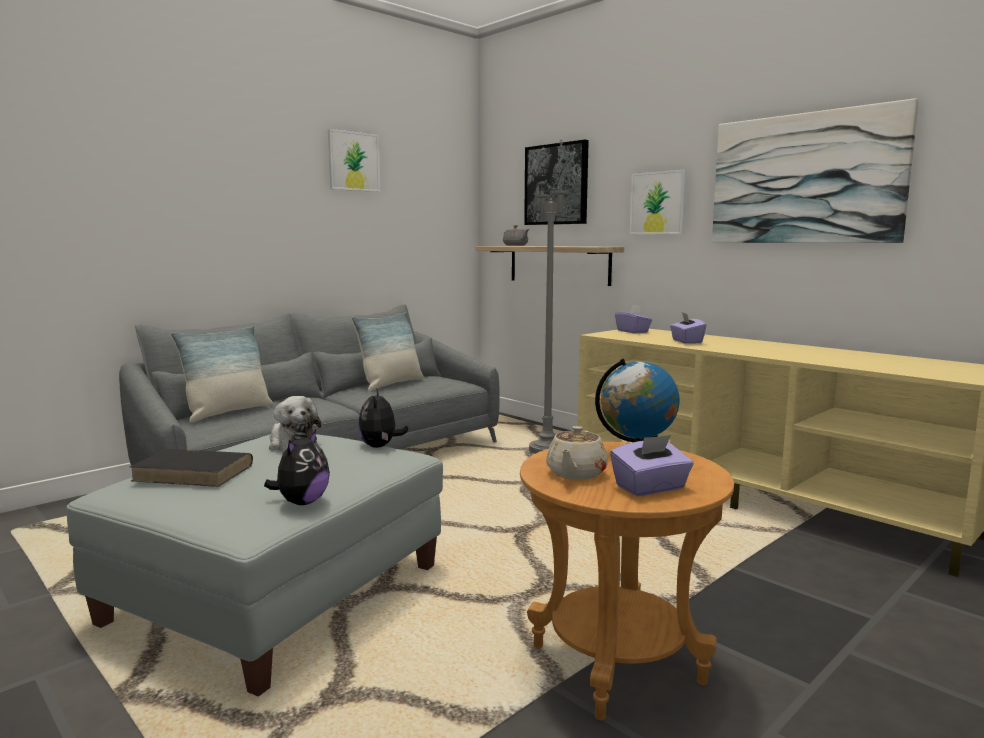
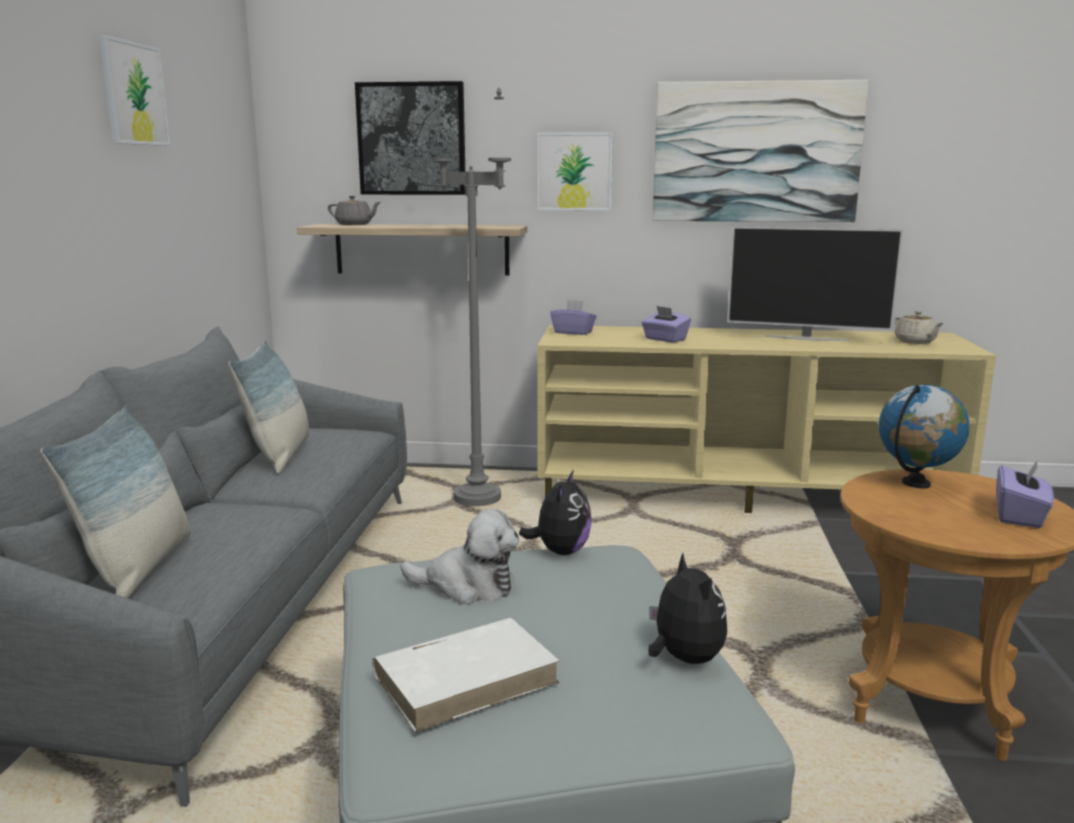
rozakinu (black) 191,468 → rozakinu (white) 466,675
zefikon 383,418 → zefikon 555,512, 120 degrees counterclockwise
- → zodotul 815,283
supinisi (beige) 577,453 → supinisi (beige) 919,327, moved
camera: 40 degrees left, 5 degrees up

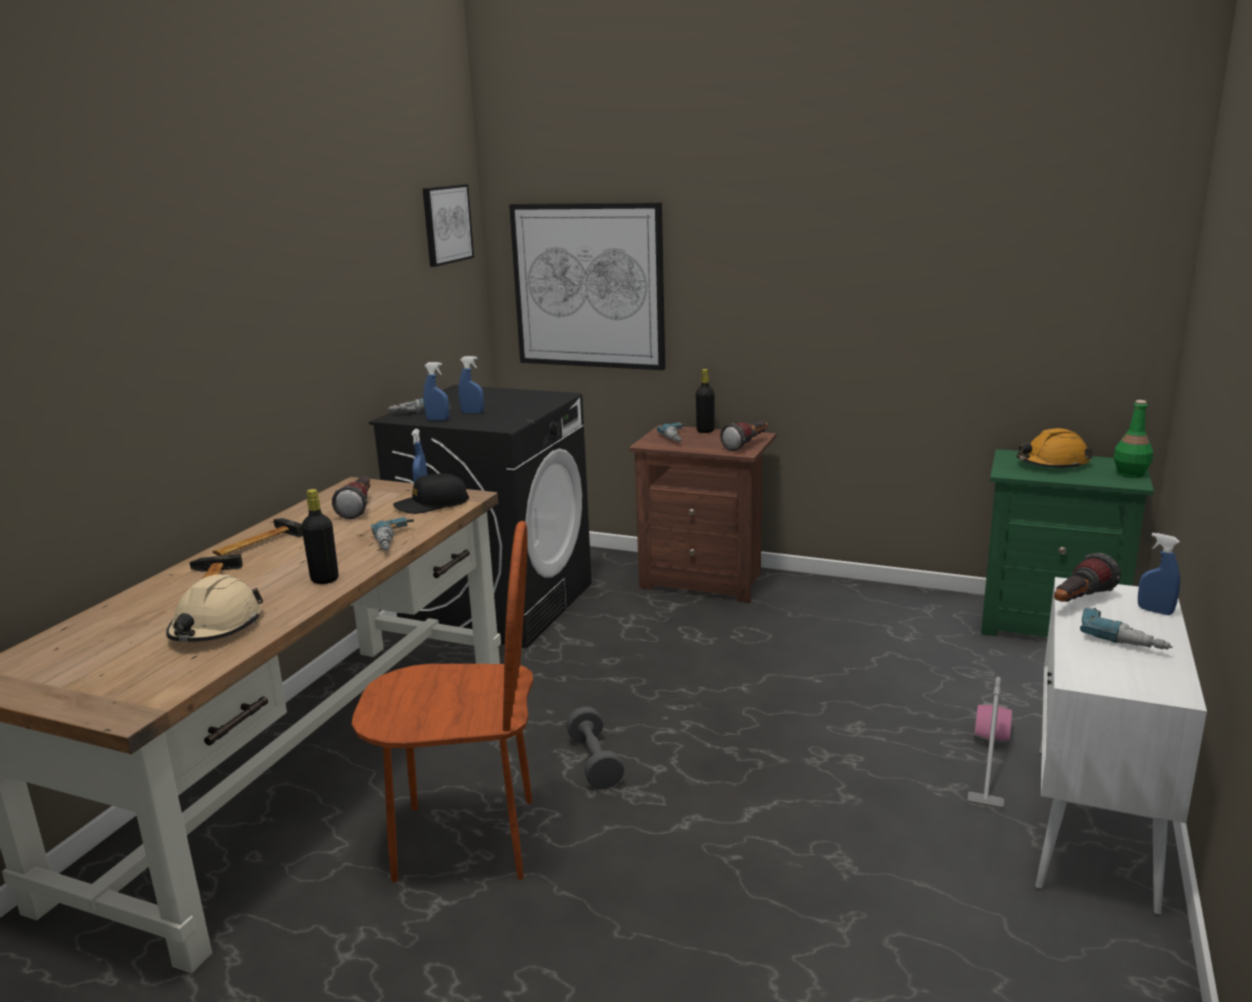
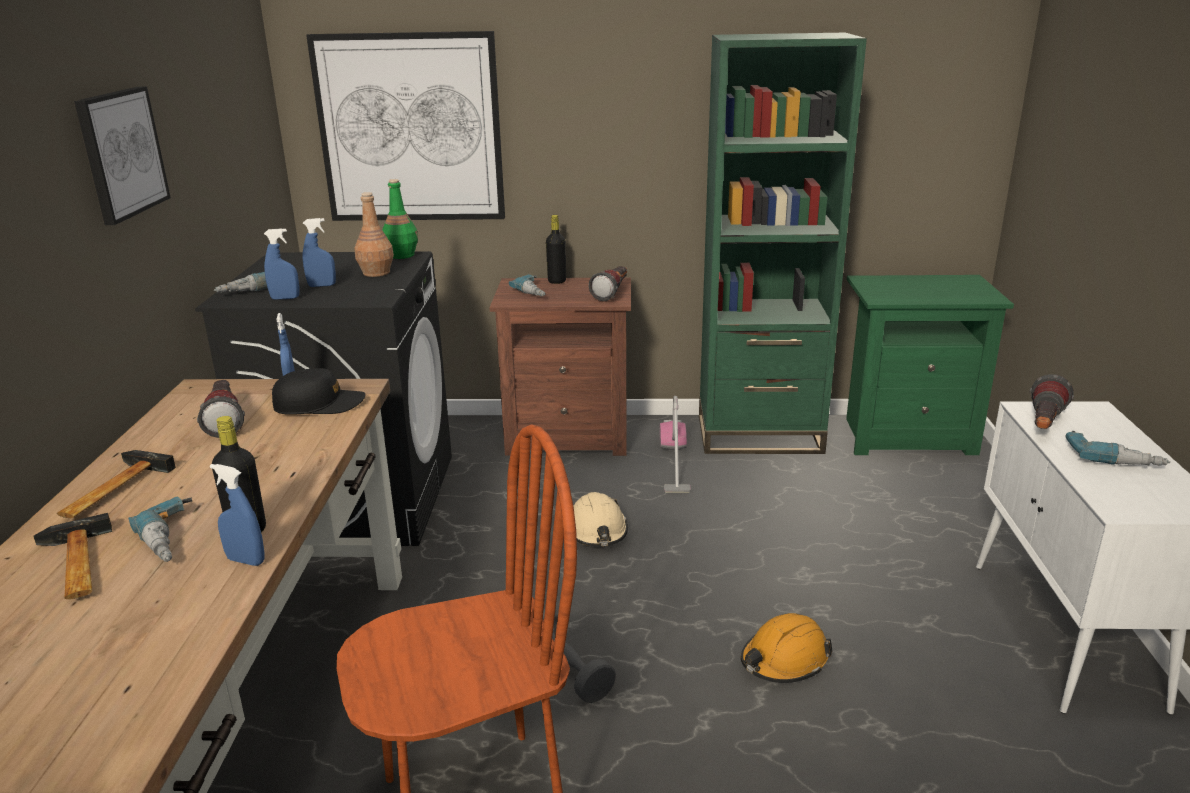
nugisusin 448,225 → nugisusin 122,156, moved
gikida 392,534 → gikida 160,529, moved
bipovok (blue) 1159,574 → bipovok (blue) 237,515, moved
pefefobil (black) 431,493 → pefefobil (black) 318,391, 150 degrees counterclockwise
- → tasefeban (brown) 374,234
tasefeban (green) 1133,439 → tasefeban (green) 400,219, moved
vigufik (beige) 214,608 → vigufik (beige) 601,519, moved
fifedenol 989,743 → fifedenol 675,444, moved
- → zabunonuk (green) 783,243
vigufik (orange) 1054,449 → vigufik (orange) 786,648, moved
camera: 20 degrees left, 5 degrees up

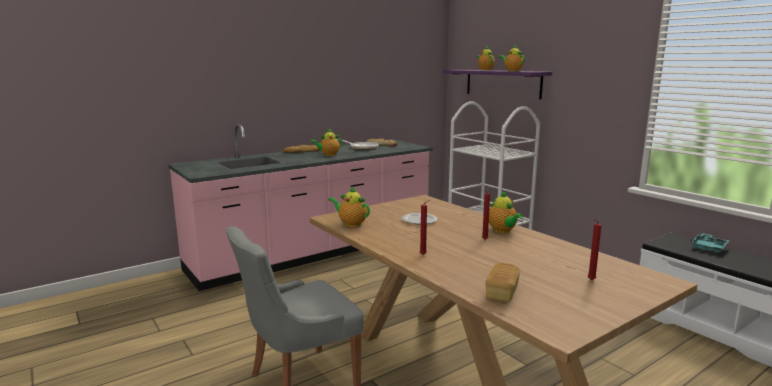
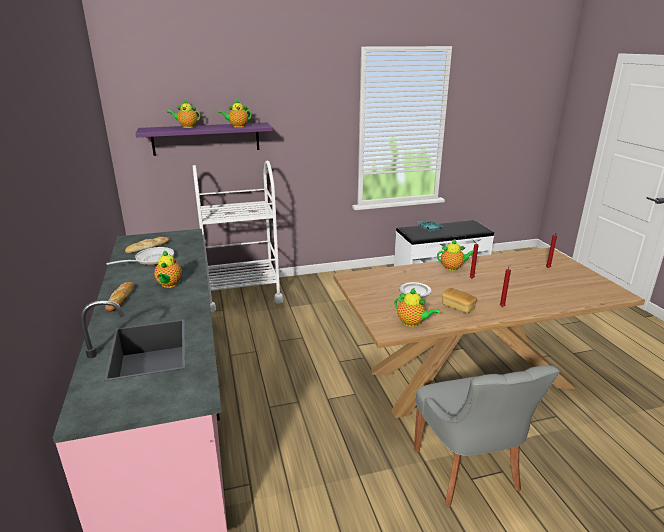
supinisi 349,206 → supinisi 417,307, 105 degrees counterclockwise
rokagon 502,282 → rokagon 459,300, moved
camera: 70 degrees left, 10 degrees up

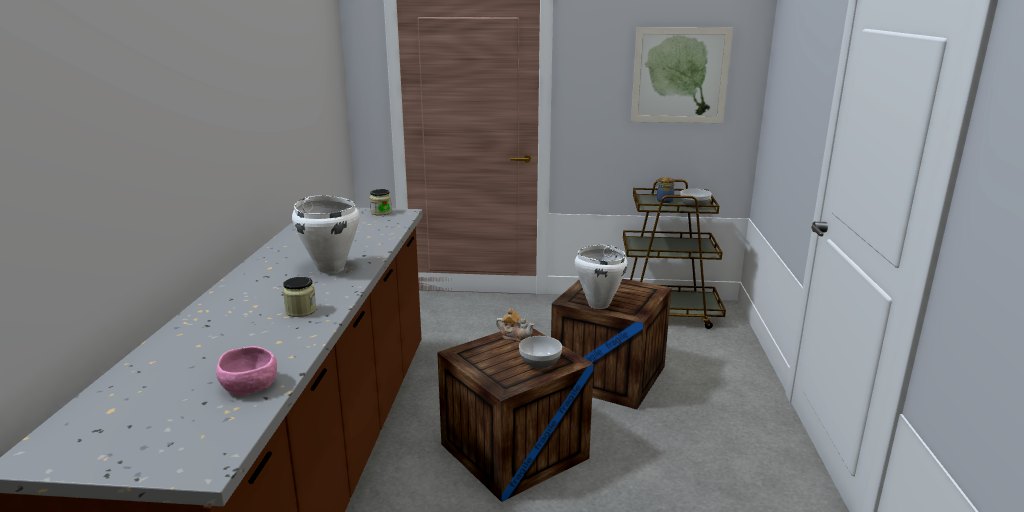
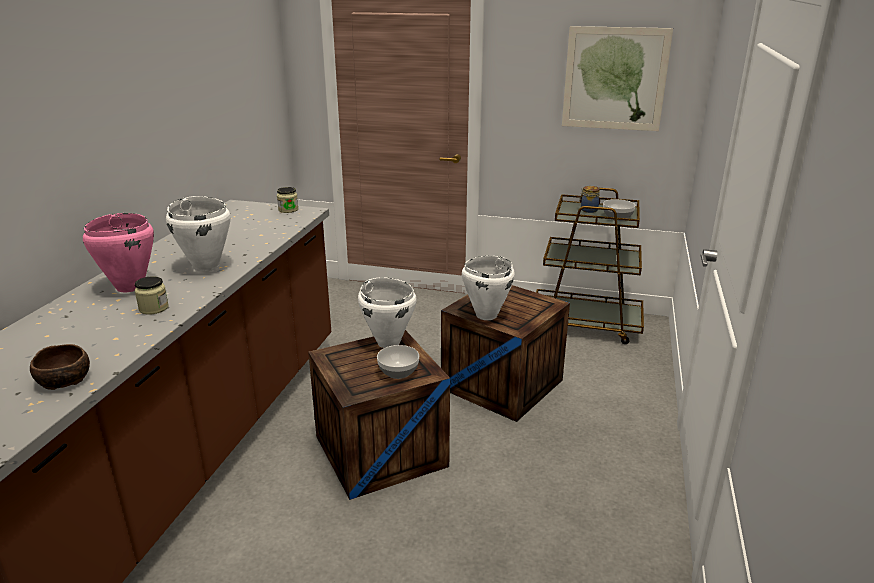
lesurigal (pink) 246,371 → lesurigal (brown) 60,367
- → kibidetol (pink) 118,252
supinisi 515,325 → kibidetol (white) 387,312
camera: 10 degrees right, 5 degrees up

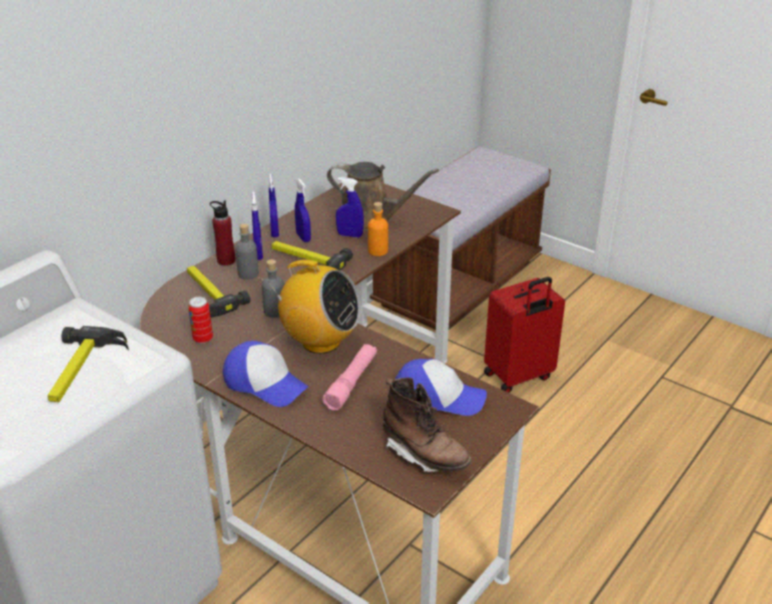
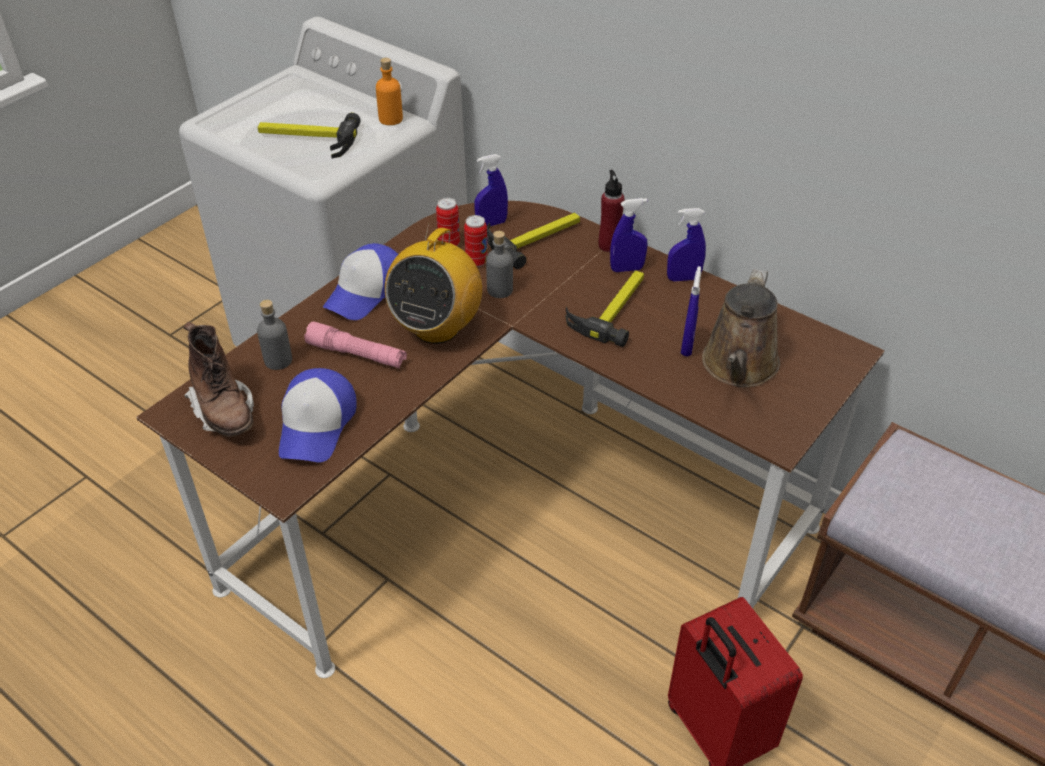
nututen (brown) 427,425 → nututen (brown) 218,379, 75 degrees counterclockwise
tasefeban (grey) 247,251 → tasefeban (grey) 274,335, moved
tasefeban (orange) 378,229 → tasefeban (orange) 389,91, moved
- → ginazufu 476,241
bipovok (blue) 303,210 → bipovok (blue) 491,190, moved
camera: 90 degrees right, 10 degrees up

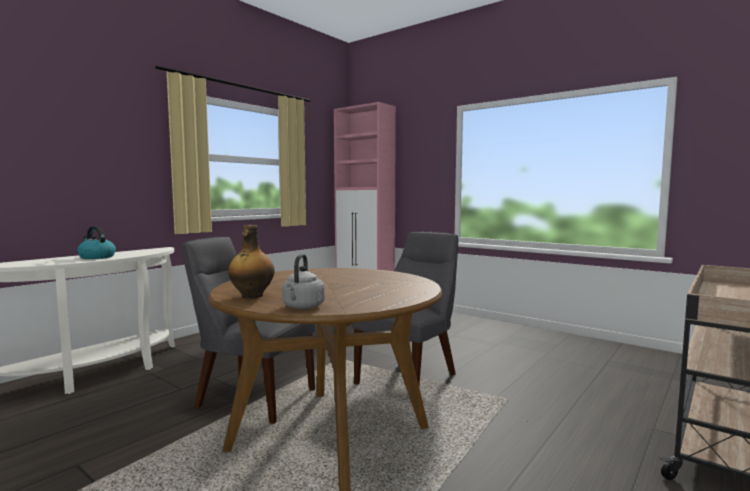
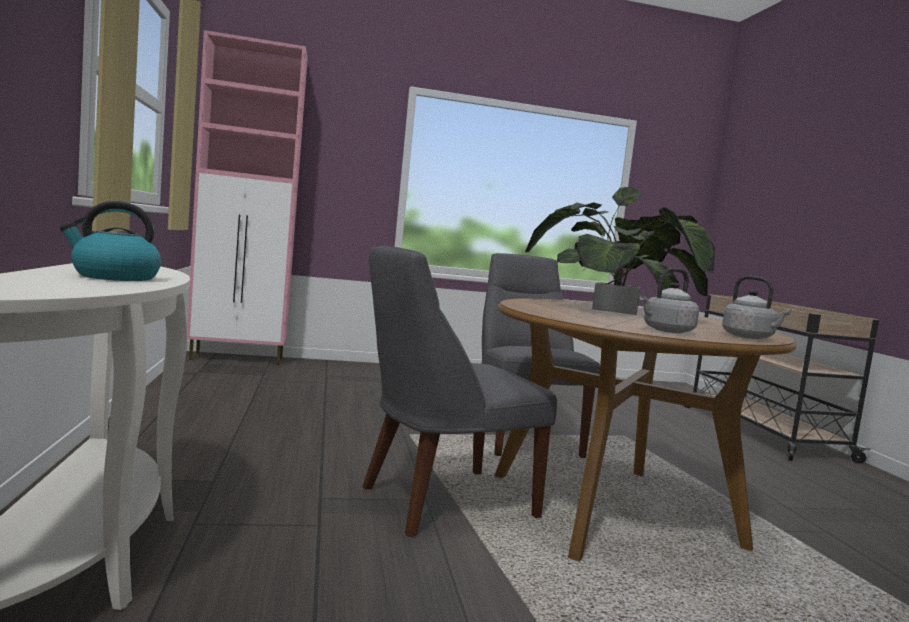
- → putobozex 620,251
tasefeban 251,262 → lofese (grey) 669,300
camera: 50 degrees left, 0 degrees up

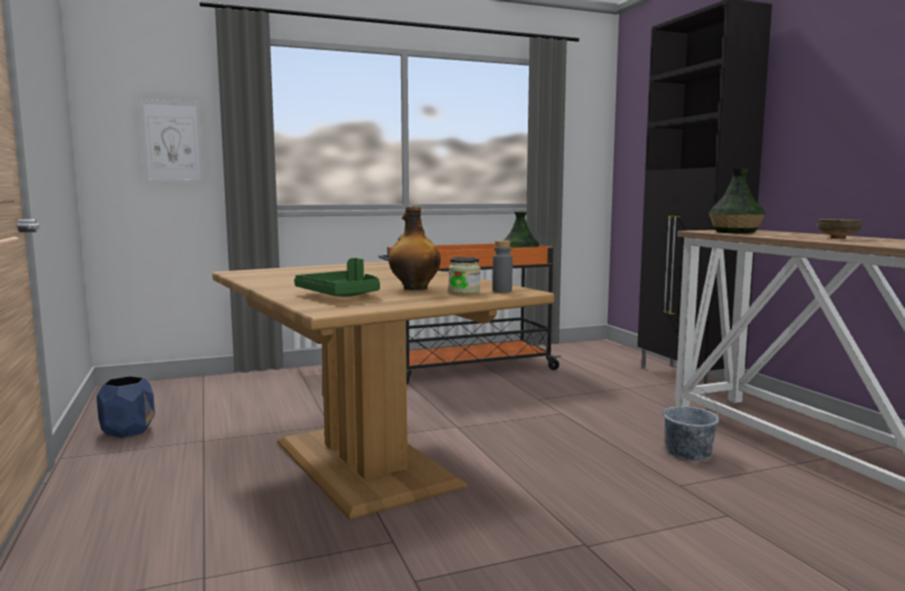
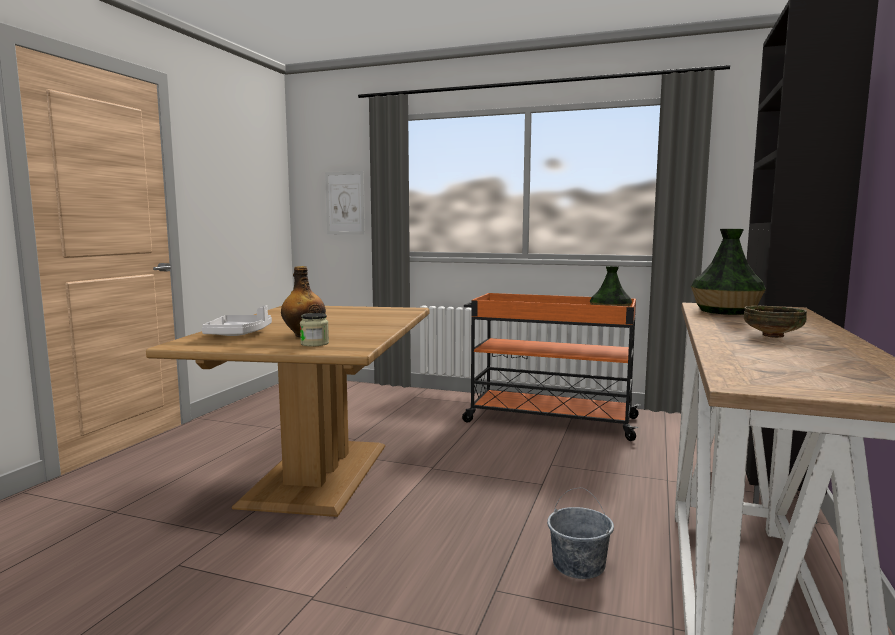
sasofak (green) 337,277 → sasofak (white) 237,321
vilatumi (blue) 126,407 → -
tasefeban (grey) 503,266 → -
camera: 40 degrees right, 0 degrees up

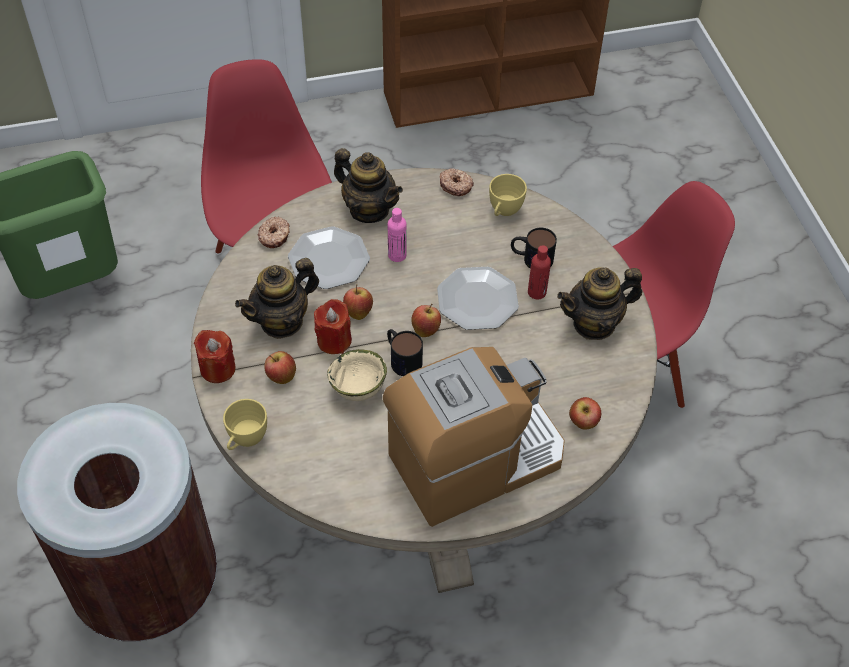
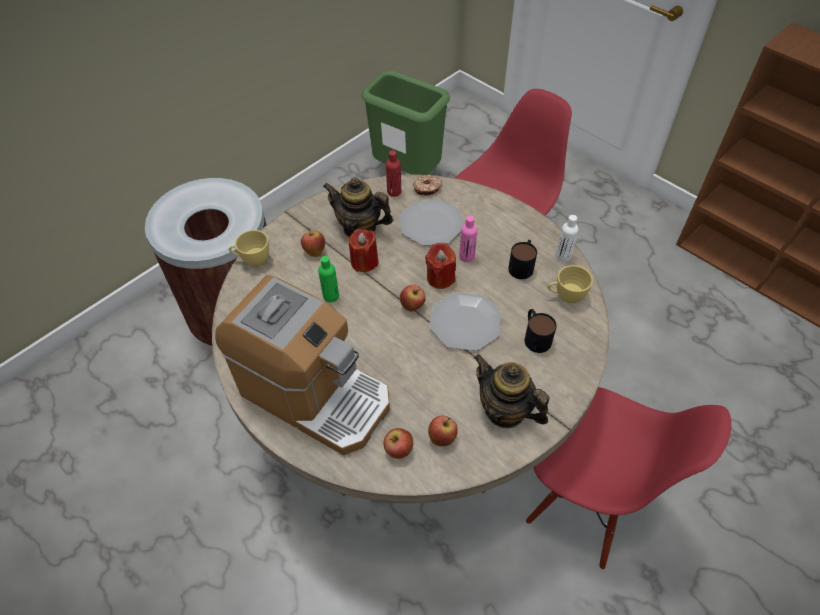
lesurigal (beige) 357,375 → tasefeban (green) 328,279
tasefeban (red) 539,272 → tasefeban (red) 393,173, moved
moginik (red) 214,356 → moginik (red) 440,266, moved
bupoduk 358,302 → bupoduk 443,431, moved
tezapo 405,352 → tezapo 522,259, moved
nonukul 457,182 → tasefeban (white) 567,238
supinisi 368,185 → -
camera: 60 degrees right, 0 degrees up

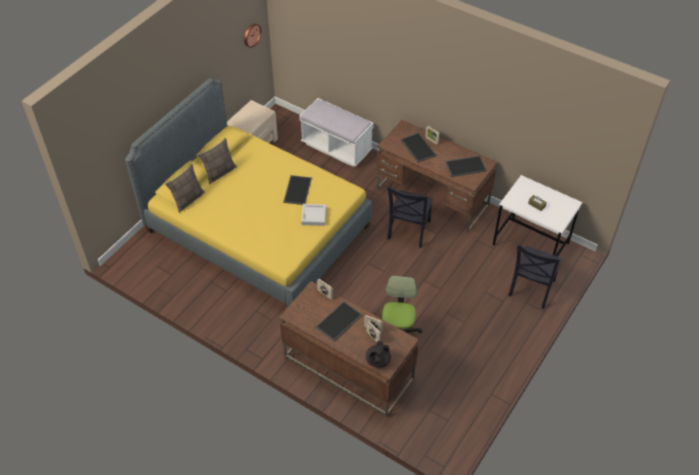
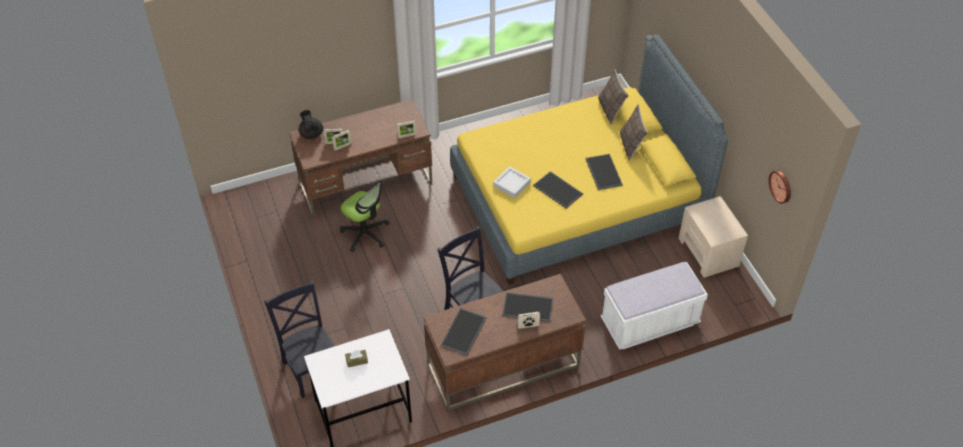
sasofak 339,321 → sasofak 604,172, moved
camera: 125 degrees right, 0 degrees up

